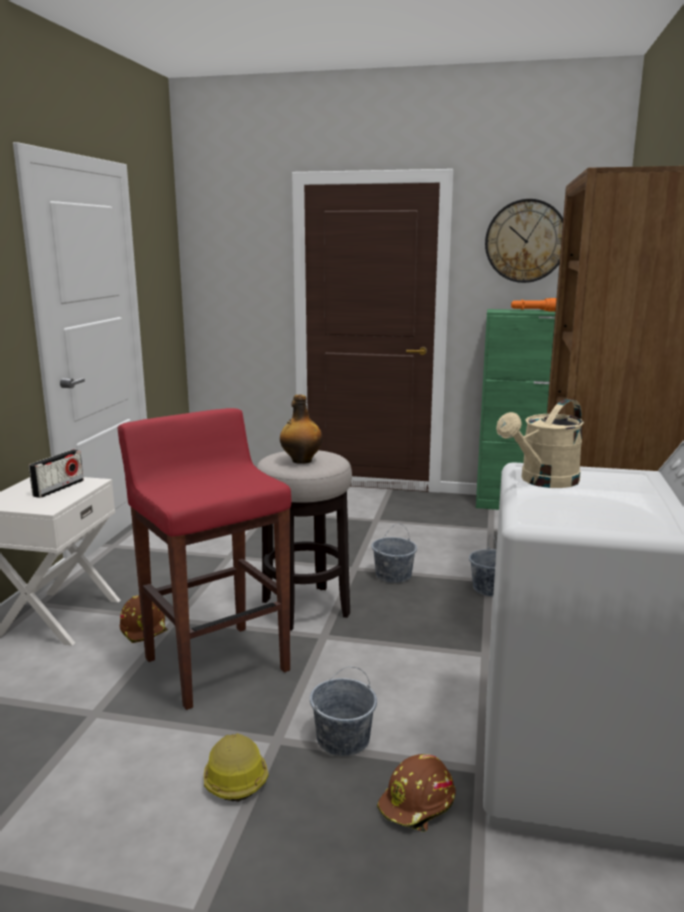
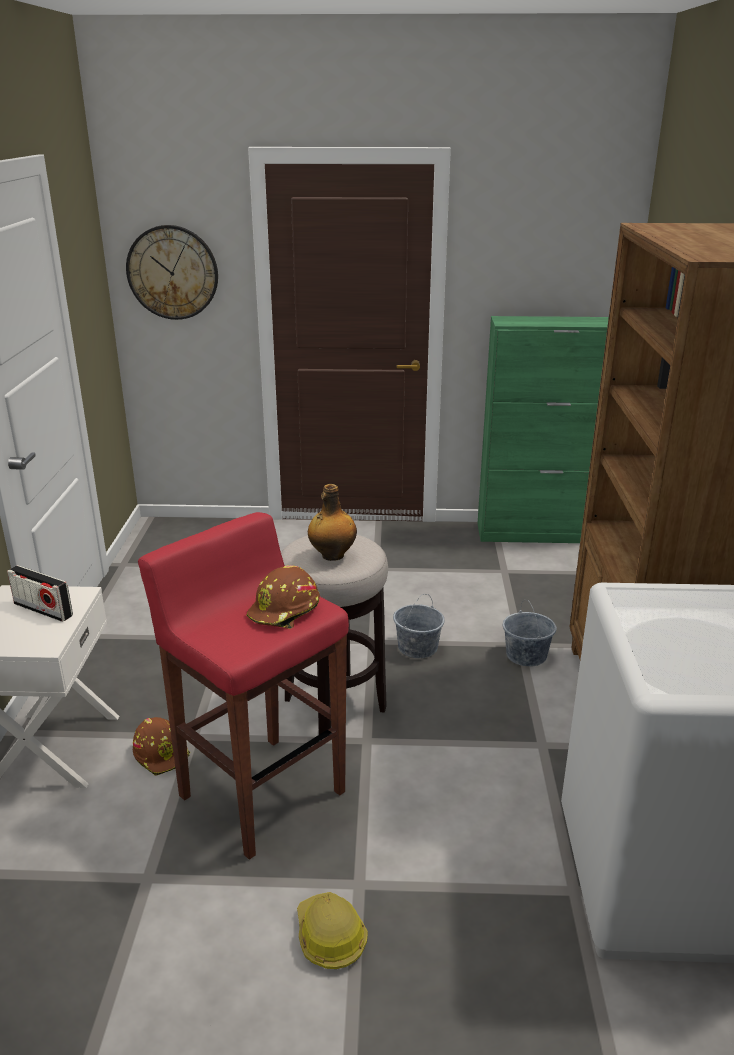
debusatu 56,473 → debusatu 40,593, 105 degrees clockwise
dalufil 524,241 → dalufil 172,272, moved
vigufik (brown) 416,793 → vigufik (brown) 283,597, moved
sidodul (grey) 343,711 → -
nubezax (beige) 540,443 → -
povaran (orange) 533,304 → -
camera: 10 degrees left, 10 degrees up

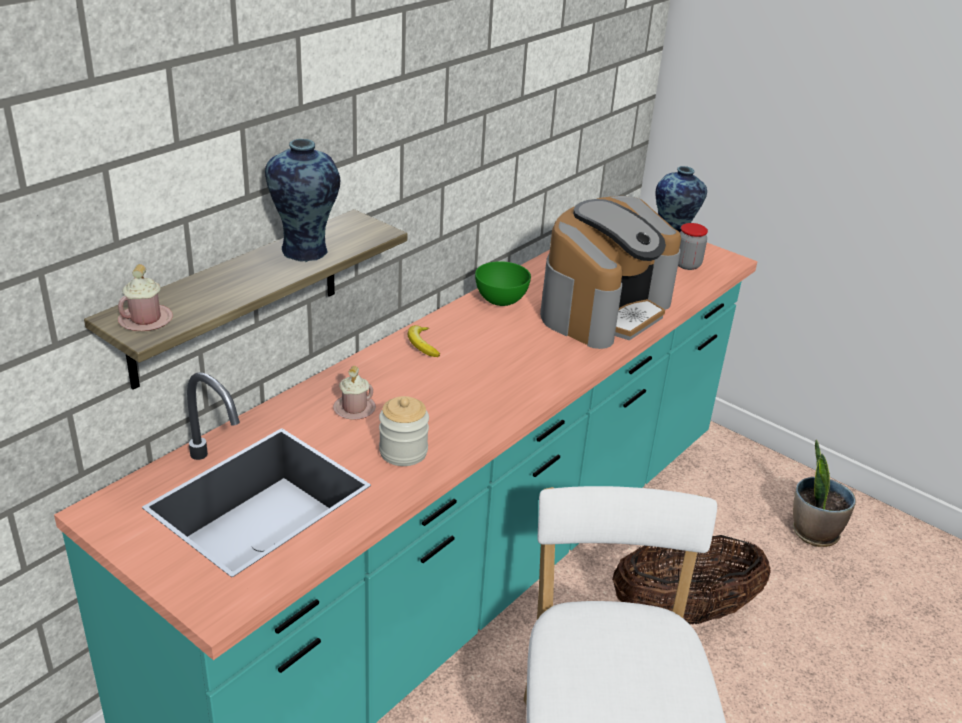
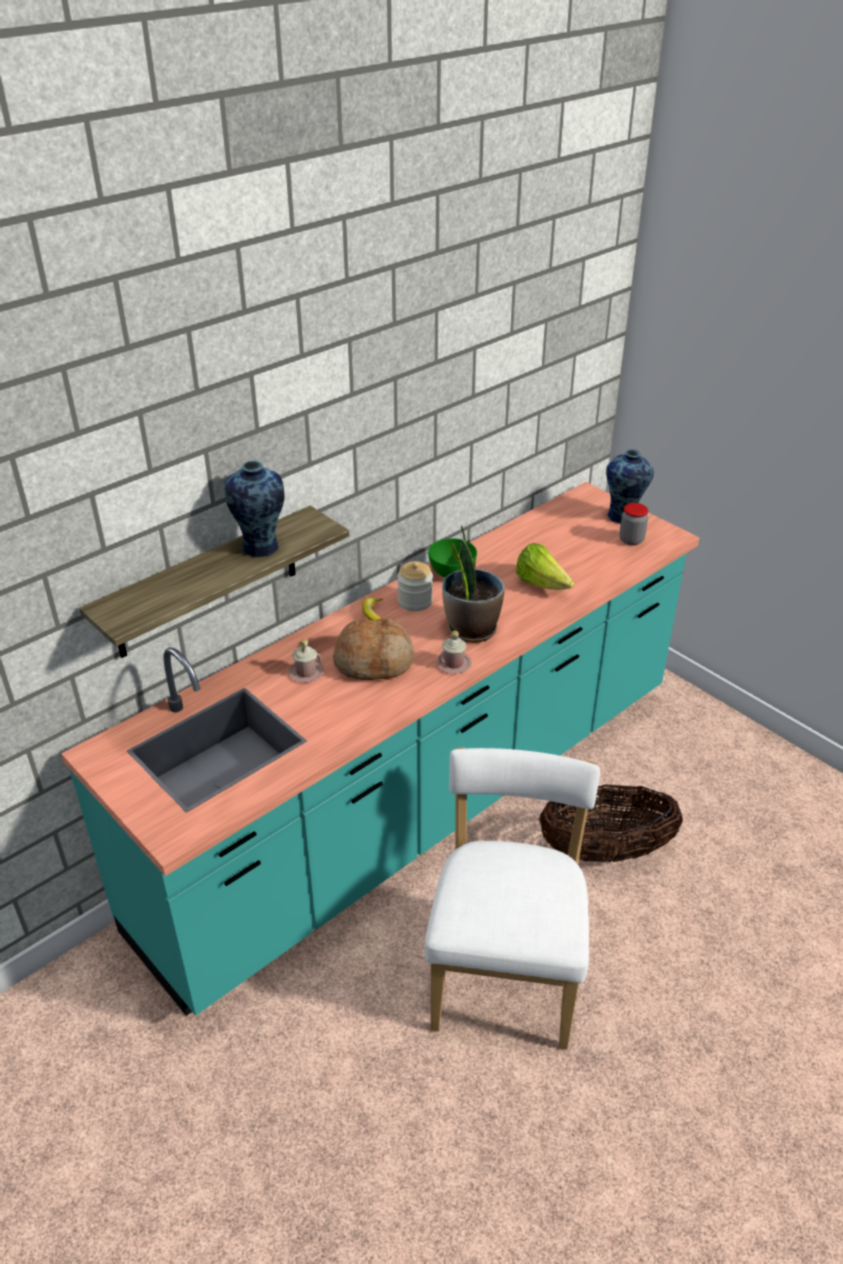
- → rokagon 373,649
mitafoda 404,431 → mitafoda 415,586, moved
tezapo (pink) 145,297 → tezapo (pink) 453,652, moved
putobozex 824,493 → putobozex 473,584, moved
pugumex 610,272 → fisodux 545,566
camera: 10 degrees right, 5 degrees up

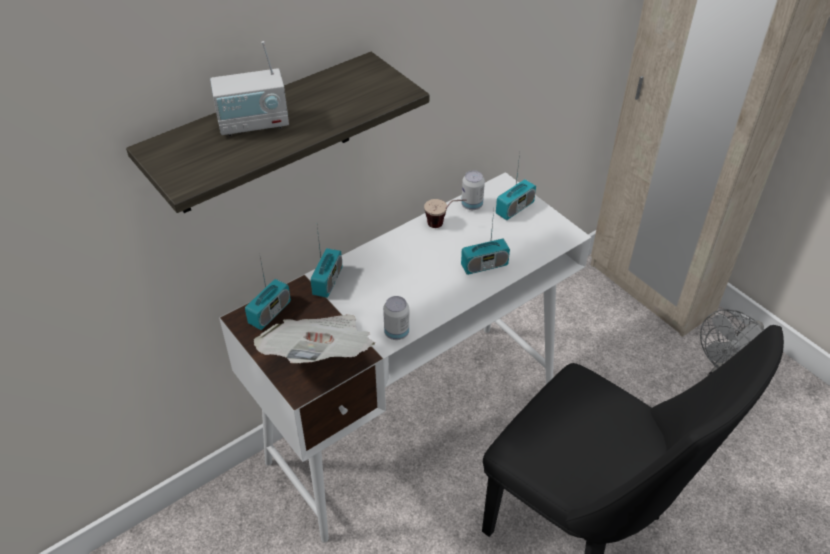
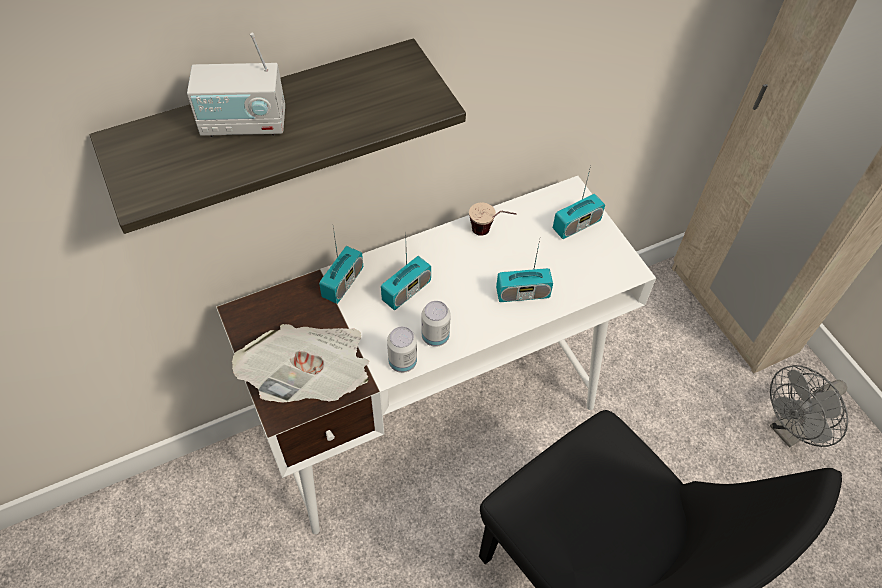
debusatu 268,291 → debusatu 406,270, moved
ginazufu 473,190 → ginazufu 436,324, moved
camera: 10 degrees right, 10 degrees up

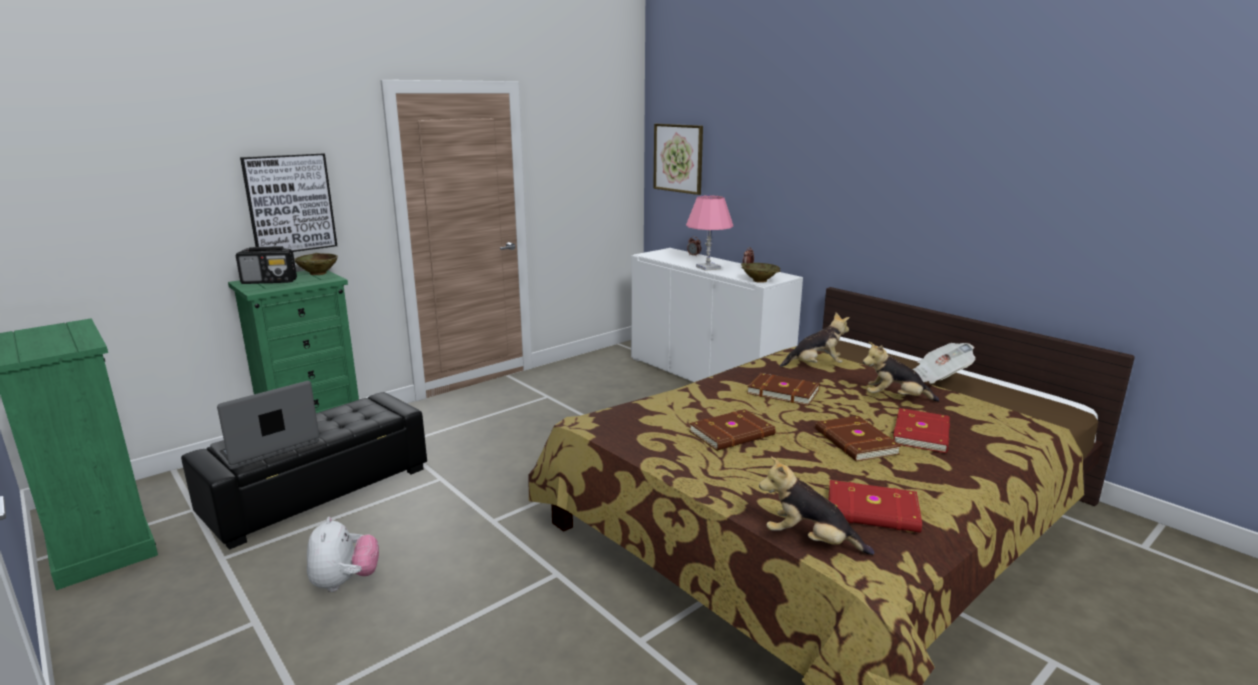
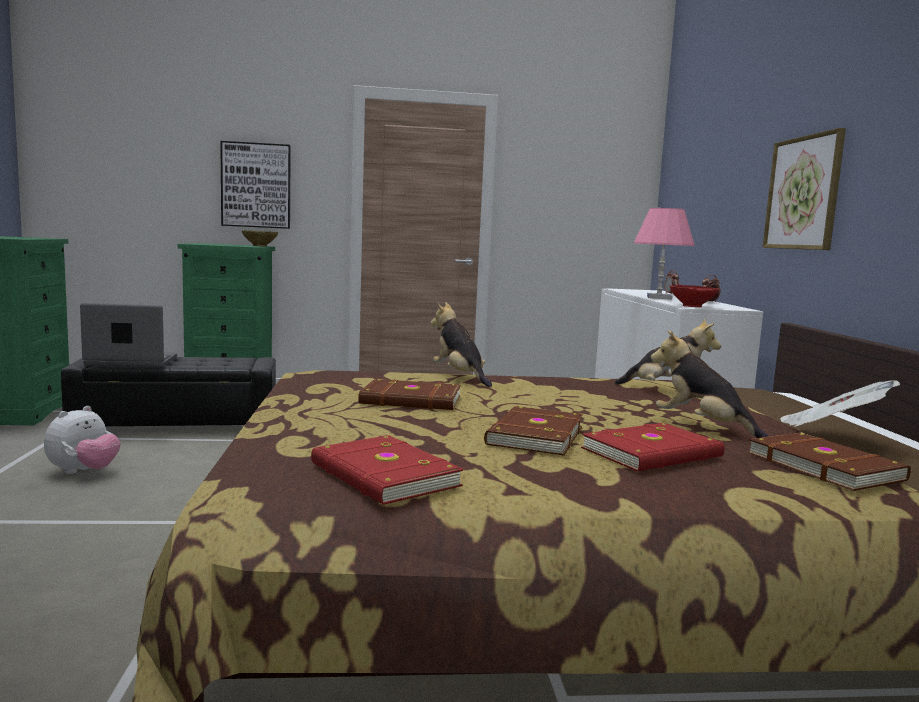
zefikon 816,505 → zefikon 461,344, moved
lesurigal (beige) 761,273 → lesurigal (red) 694,295
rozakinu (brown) 783,389 → rozakinu (brown) 829,462, moved
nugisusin 678,159 → nugisusin 804,189, moved
debusatu 266,265 → -
camera: 35 degrees right, 10 degrees down

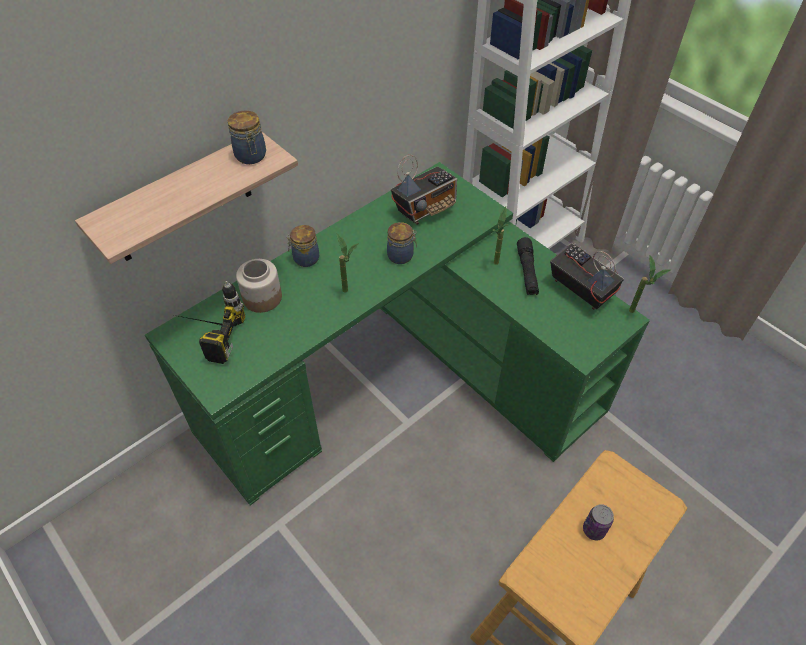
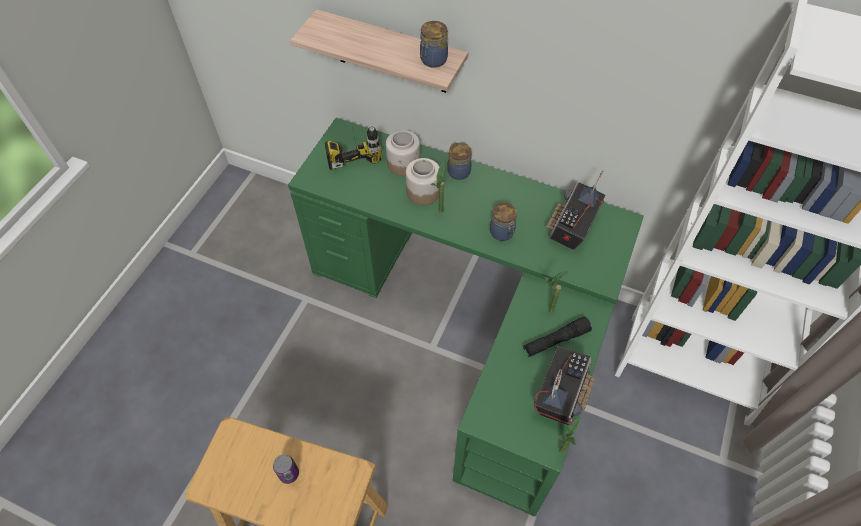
- → mitafoda 422,181
debusatu 424,190 → debusatu 576,210, 90 degrees clockwise
camera: 65 degrees right, 5 degrees up

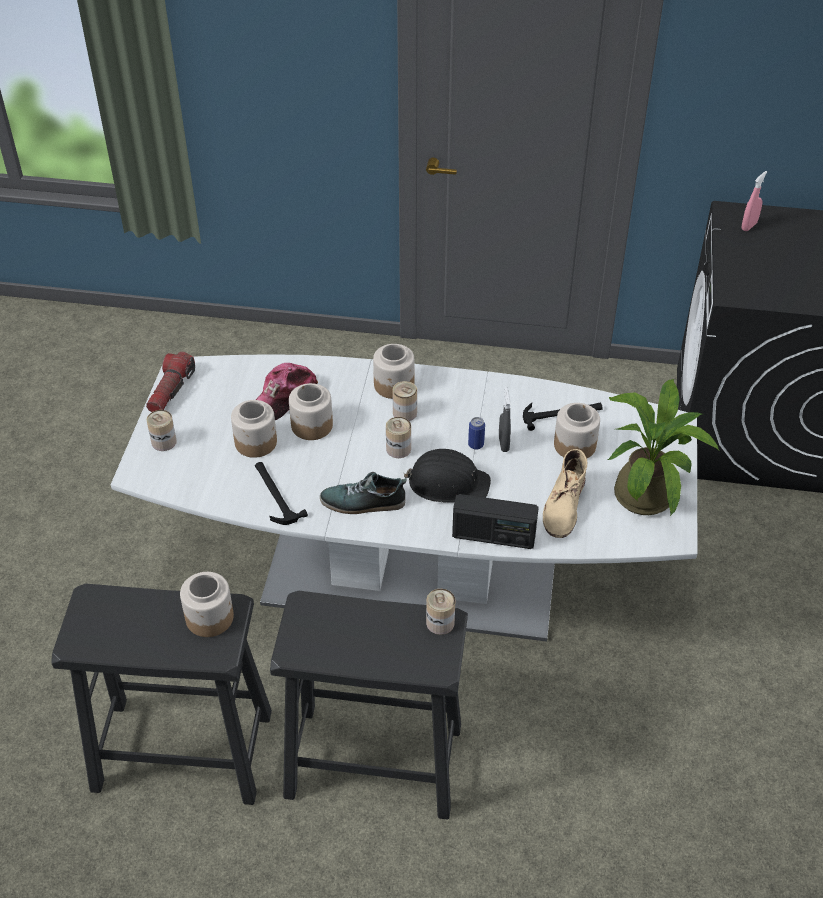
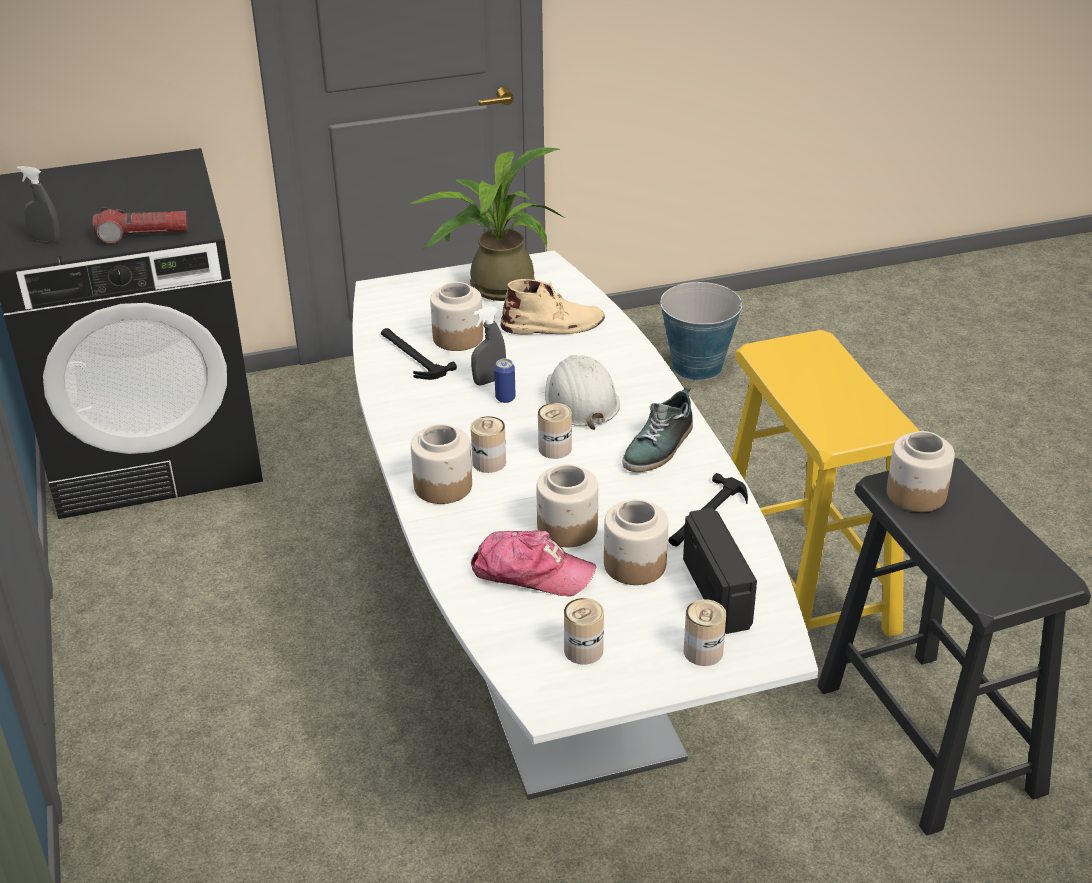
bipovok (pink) 754,201 → bipovok (grey) 39,204
povaran 170,382 → povaran 140,225, moved
vigufik (black) 447,475 → vigufik (white) 582,392
ginazufu 440,612 → ginazufu 584,631, moved
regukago 363,493 → regukago 657,429, 60 degrees clockwise
- → sidodul 701,331
debusatu 495,521 → debusatu 720,571, moved
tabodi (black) 369,705 → tabodi (yellow) 825,483
camera: 115 degrees left, 10 degrees down

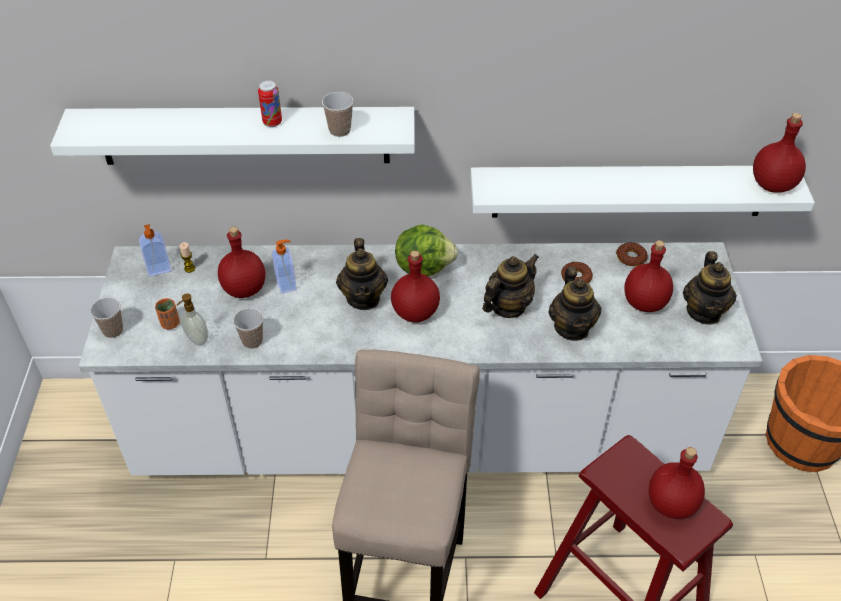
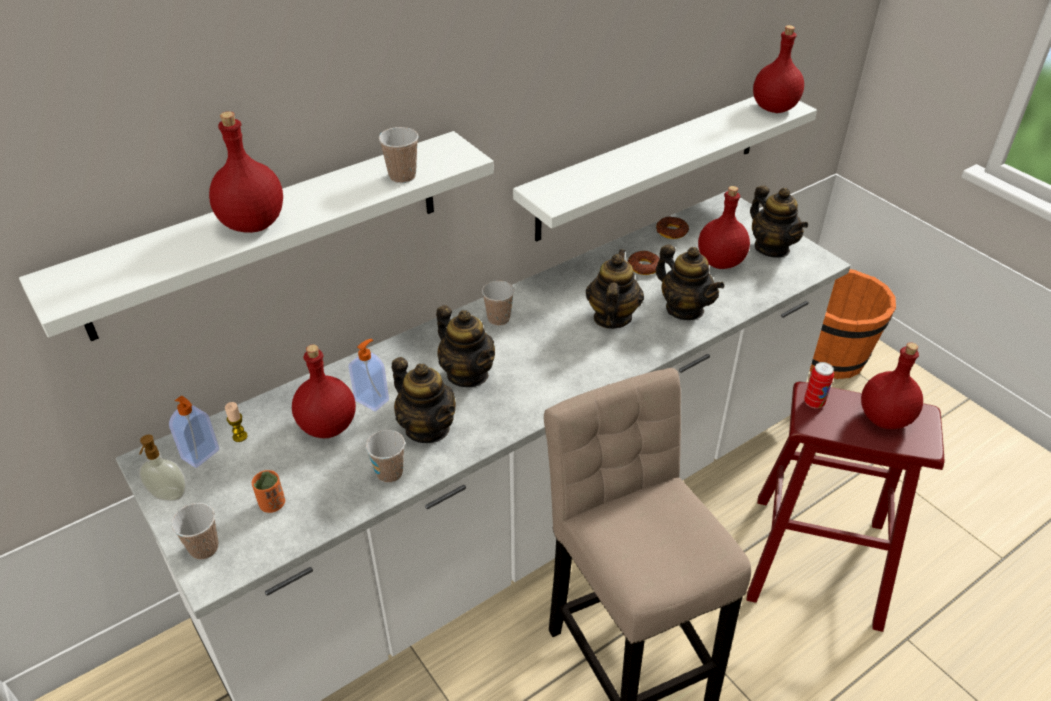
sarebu 192,320 → sarebu 163,468, moved
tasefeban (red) 415,287 → tasefeban (red) 246,172, moved
- → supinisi 424,400
fisodux 426,250 → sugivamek 498,303
ginazufu 270,103 → ginazufu 819,385, moved
camera: 35 degrees left, 5 degrees down

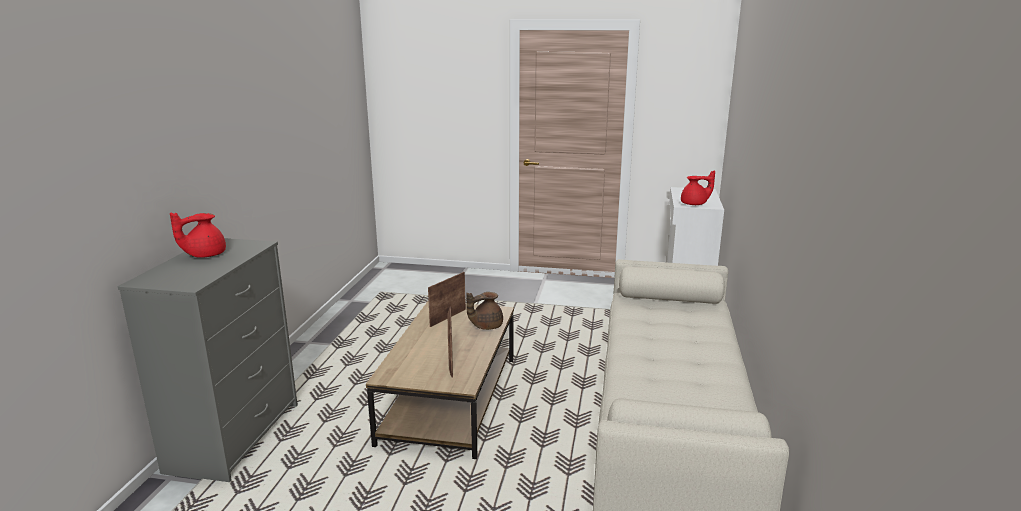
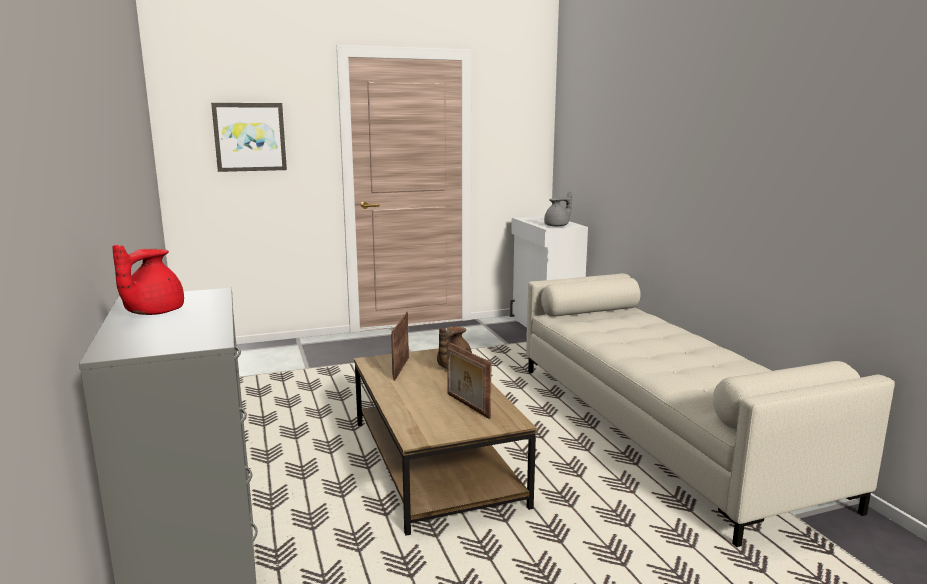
- → nugisusin 249,137
supinisi (red) 698,187 → supinisi (grey) 558,208
camera: 30 degrees left, 5 degrees down

